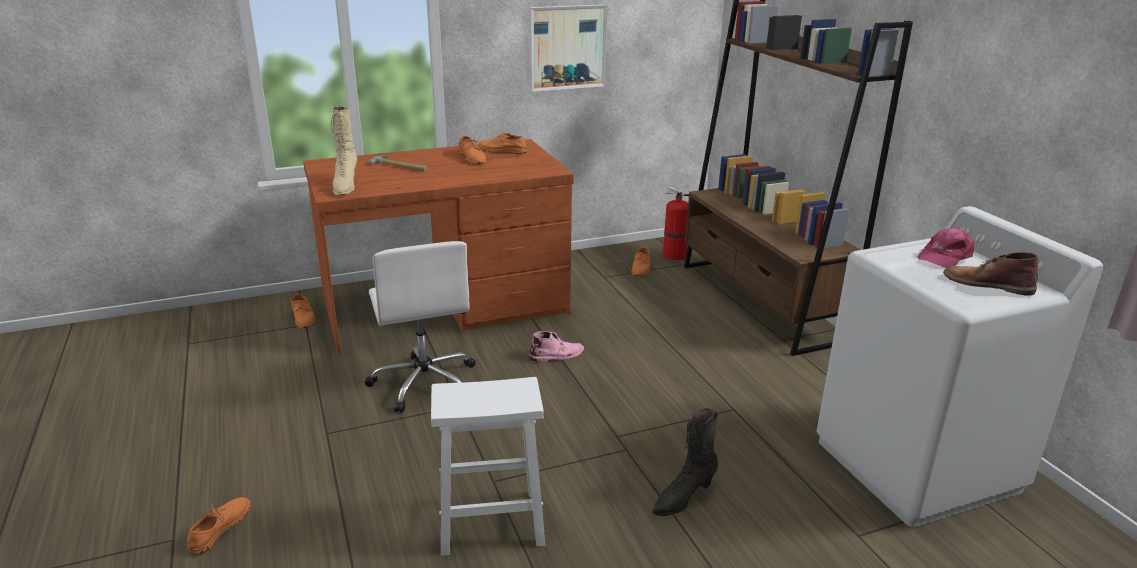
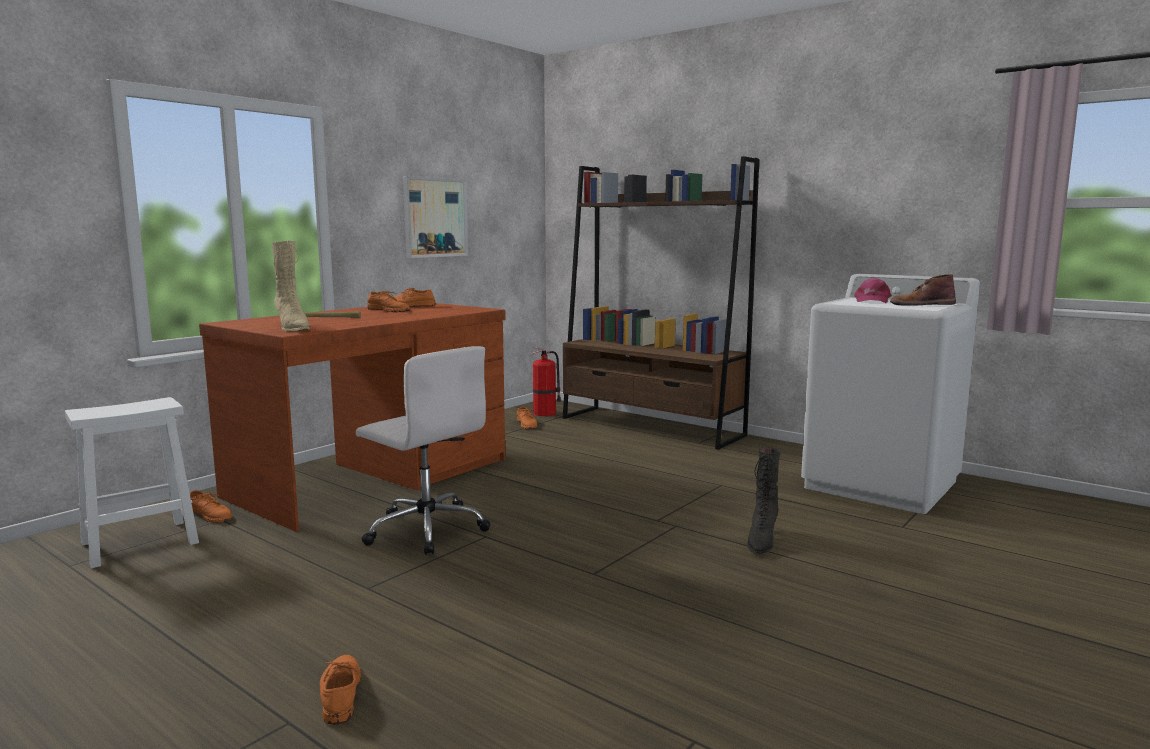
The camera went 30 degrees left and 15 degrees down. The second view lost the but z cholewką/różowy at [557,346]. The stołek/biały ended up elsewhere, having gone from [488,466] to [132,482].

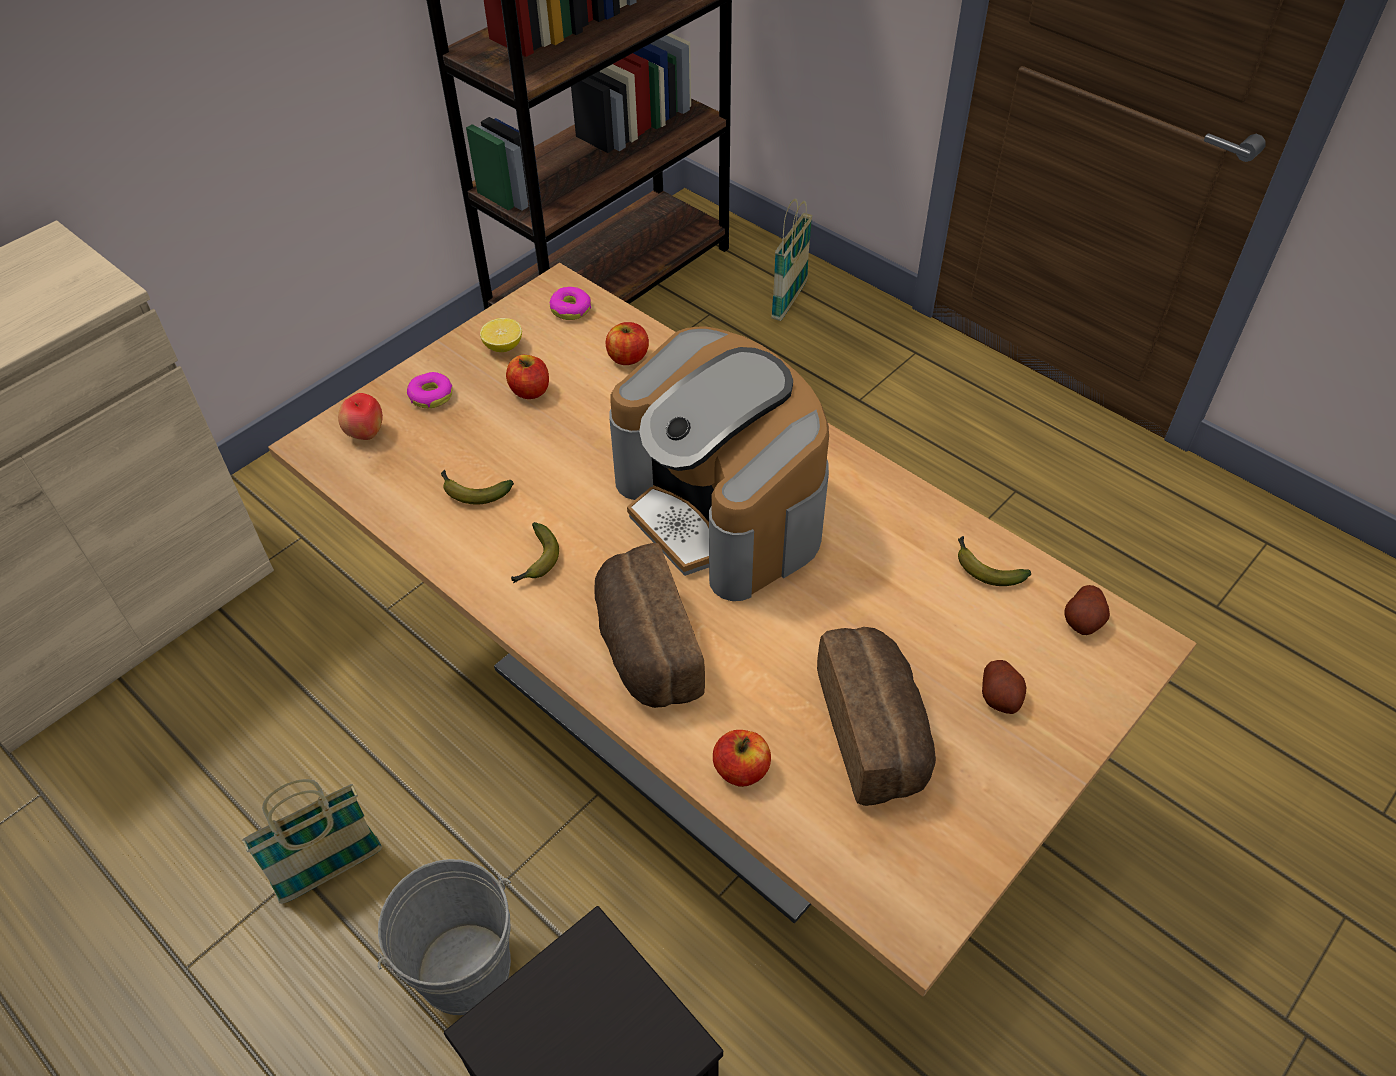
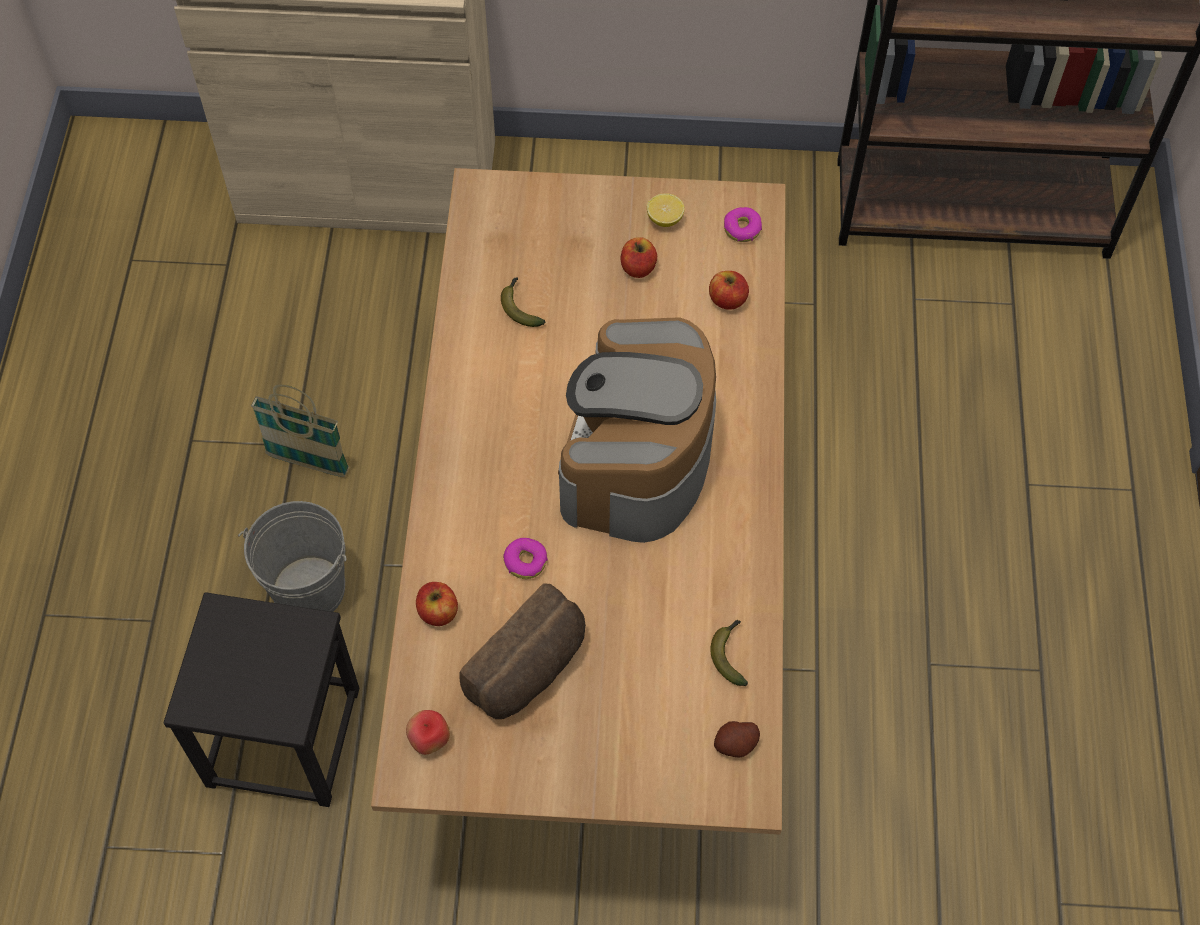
The camera went 50 degrees right and 10 degrees up. The second view lost the koszyk at [792,259]. The donut ended up elsewhere, having gone from [429,390] to [525,558]. The jabłko ended up elsewhere, having gone from [360,416] to [428,732]. The second view lost the banan at [535,552]. The second view lost the chleb at [649,625]. The second view lost the ziemniak at [1004,687].

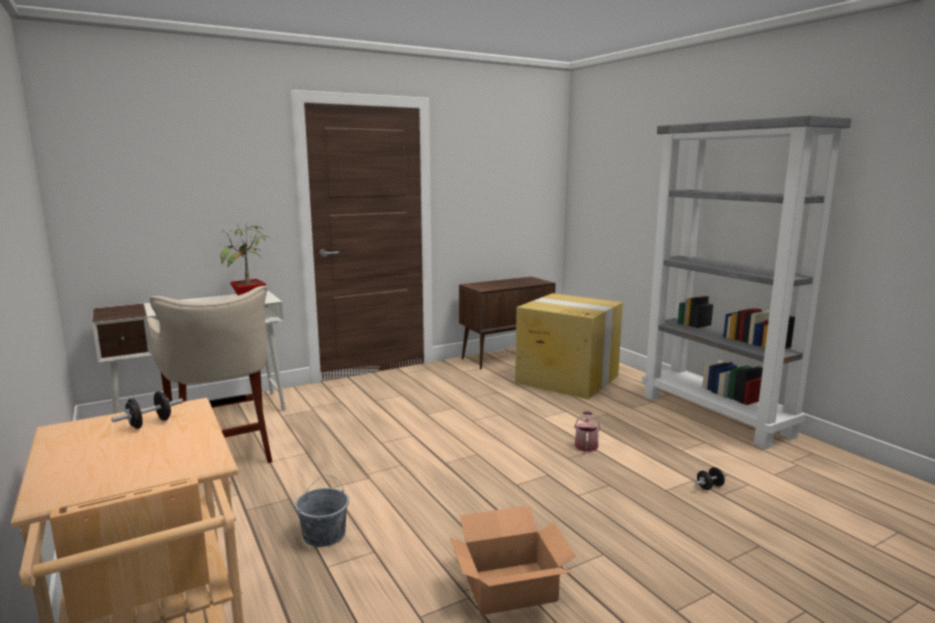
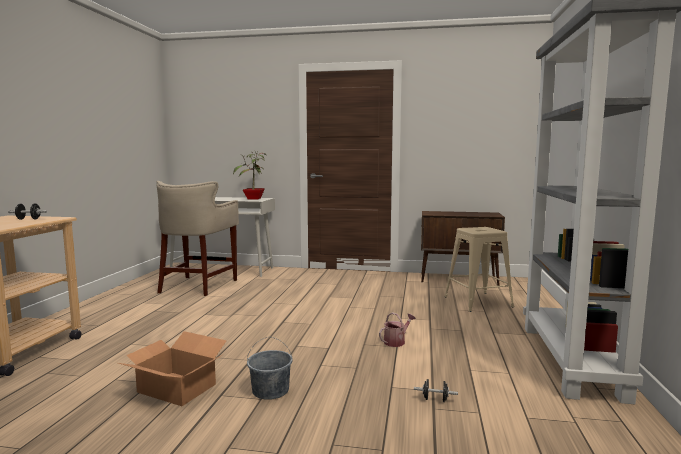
The camera went 40 degrees right and 5 degrees down. Where the karton stood at [569,346], the stołek/beżowy came to stand at [479,269]. The wiadro/szary ended up elsewhere, having gone from [322,511] to [270,368].

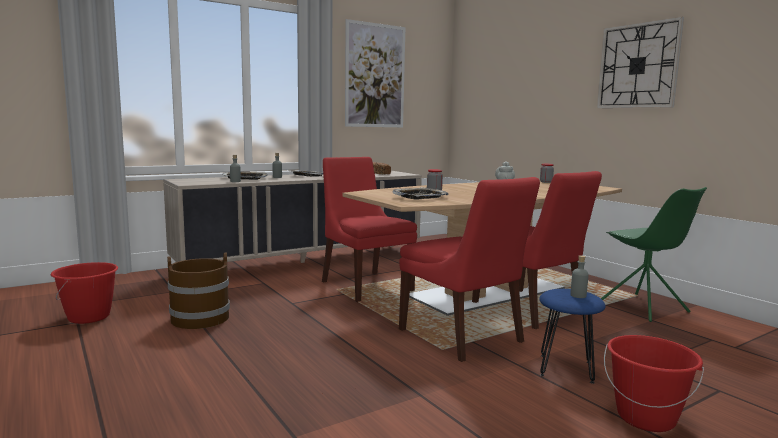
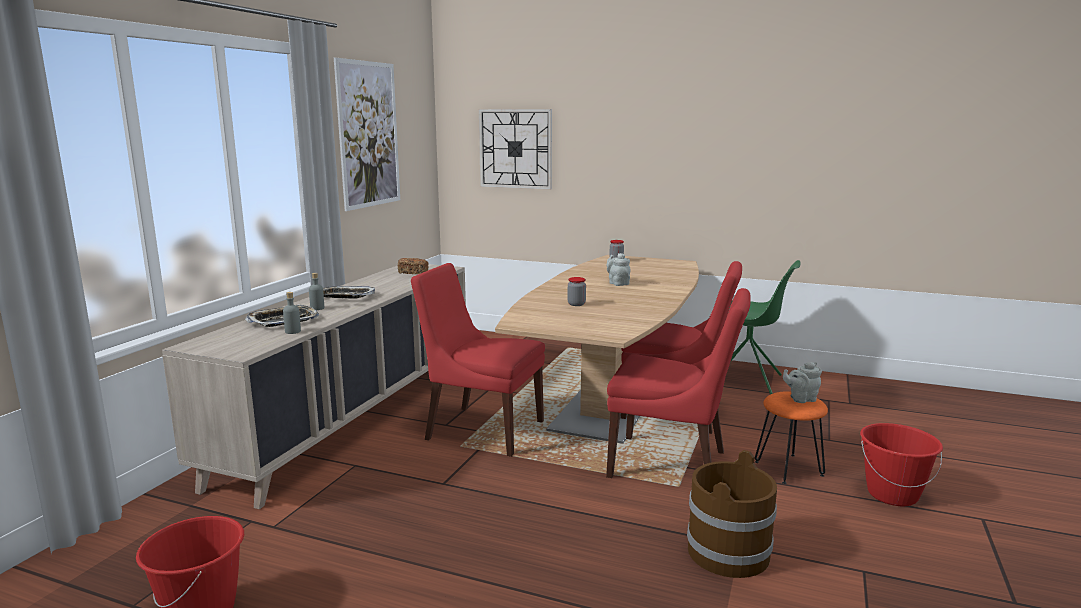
The camera went 35 degrees left and 5 degrees up. The zegar ścienny ended up elsewhere, having gone from [640,62] to [515,149]. The second view lost the taca at [420,193]. The wiadro/brązowy ended up elsewhere, having gone from [198,291] to [732,514]. Where the butelka/szary stood at [579,276], the imbryk/szary came to stand at [802,382]. What was the stołek/niebieski at [572,336] turned into the stołek/pomarańczowy at [791,437].

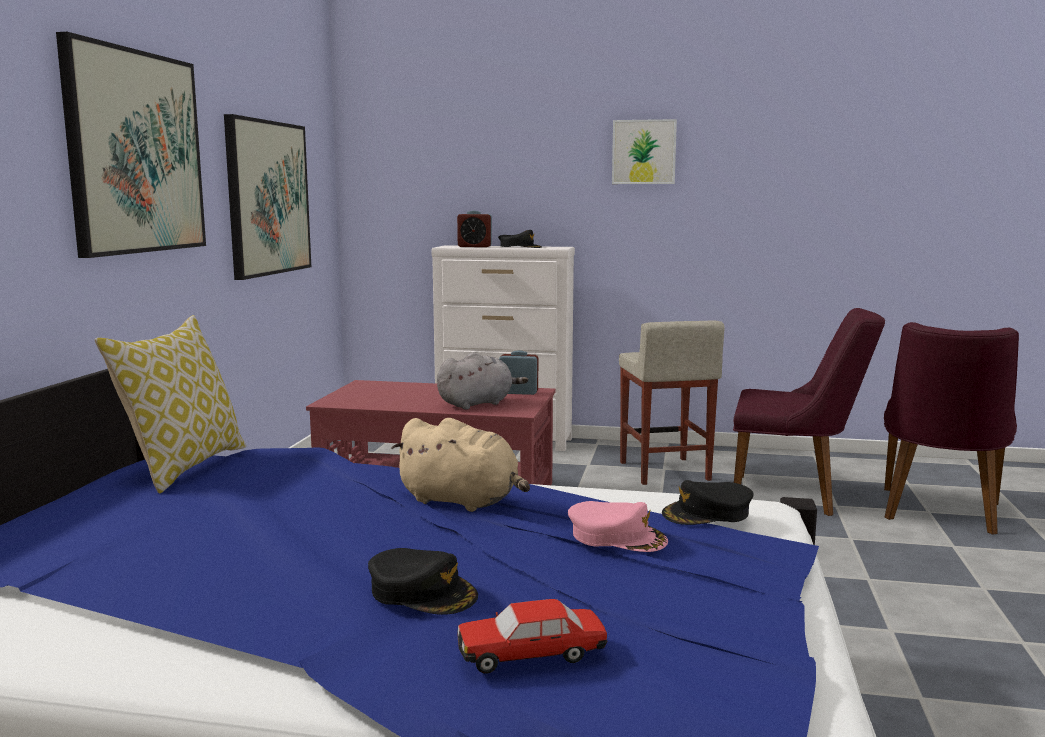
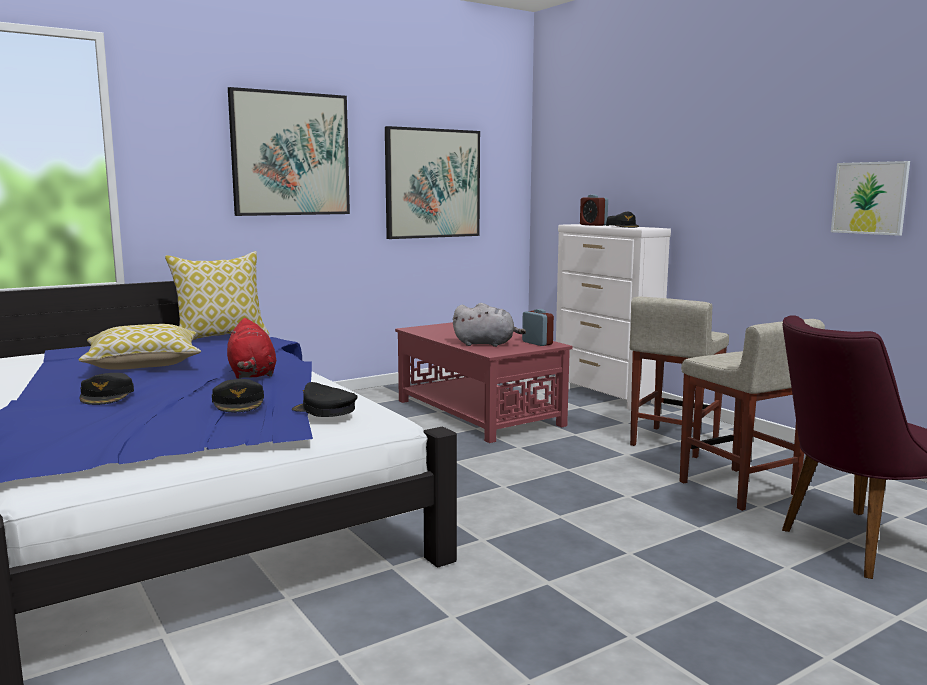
The camera went 45 degrees right and 0 degrees up. The obraz ended up elsewhere, having gone from [644,151] to [870,198]. Where the krzesło/fioletowy stood at [809,412], the stołek/beżowy came to stand at [752,415]. What was the pluszak/beżowy at [460,465] turned into the pluszak/czerwony at [251,348]. What was the czapka z daszkiem/różowy at [618,526] turned into the czapka z daszkiem/czarny at [238,395]. The second view lost the samochodzik at [532,636]. The second view gained the poduszka at [139,347].

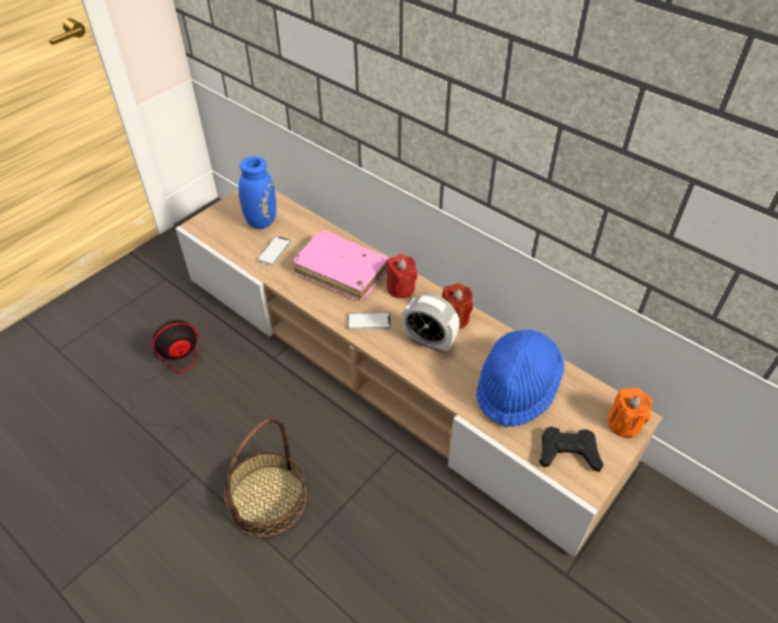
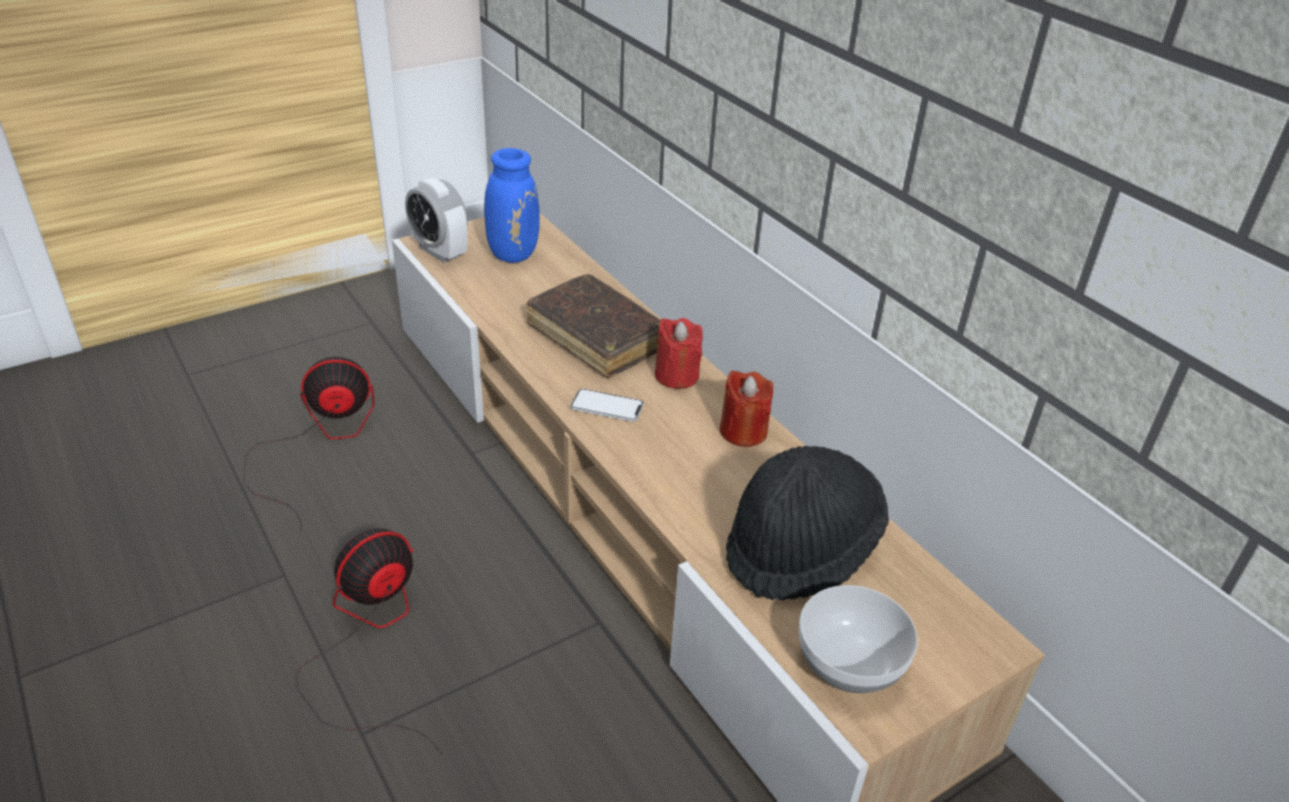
The camera went 15 degrees right and 10 degrees down. What was the książka/różowy at [341,266] turned into the książka/brązowy at [593,326]. The second view lost the telefon at [274,250]. The budzik ended up elsewhere, having gone from [431,322] to [436,220]. What was the kapelusz/niebieski at [520,378] turned into the kapelusz/czarny at [807,523]. The second view lost the świeca/pomarańczowy at [629,413]. Where the koszyk stood at [265,477], the wentylator came to stand at [369,641]. Where the pad do gier/czarny stood at [571,449], the miska came to stand at [858,639].

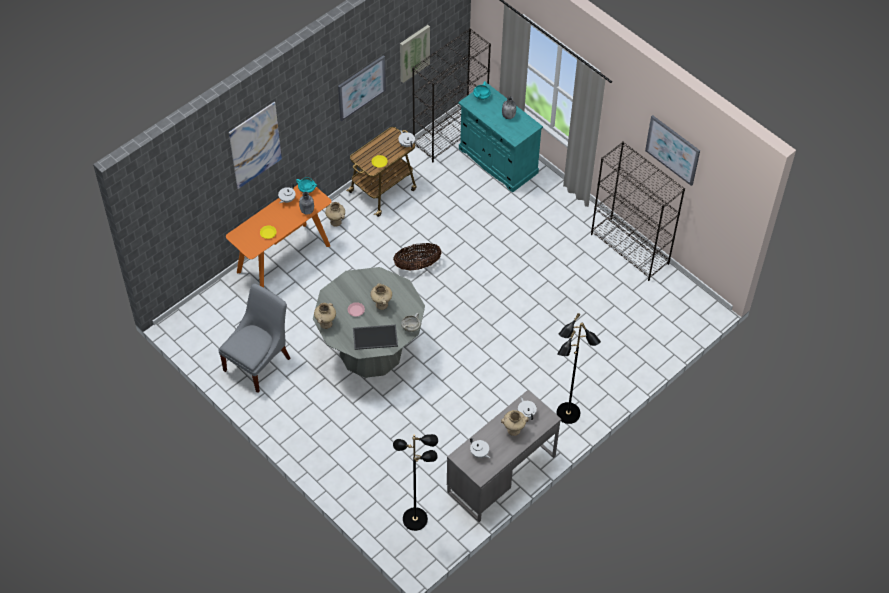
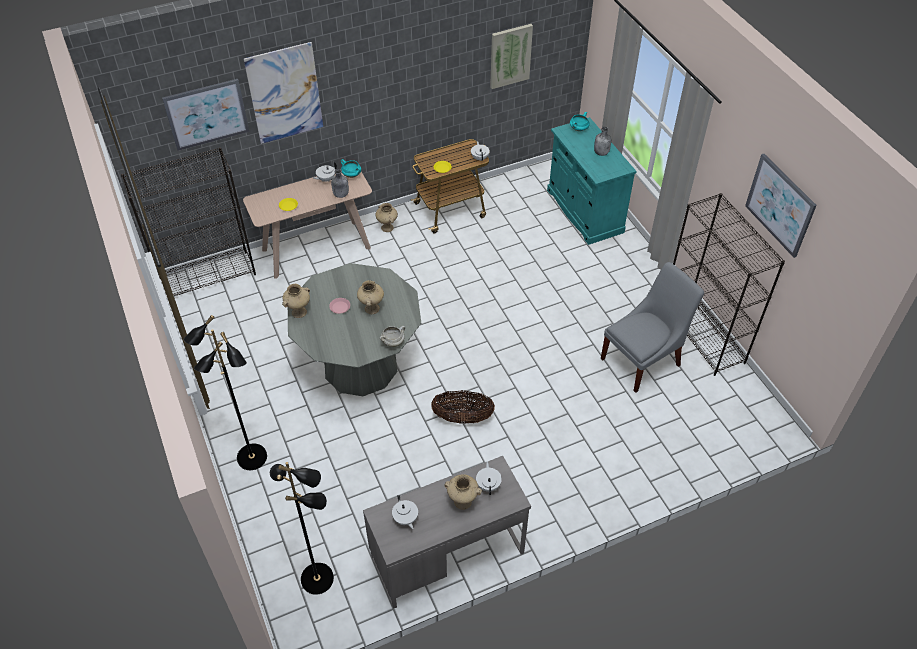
The camera went 20 degrees right and 5 degrees down. The regał/czarny ended up elsewhere, having gone from [451,95] to [188,221]. The obraz ended up elsewhere, having gone from [362,88] to [205,115]. What was the stolik konsolowy/pomarańczowy at [278,236] turned into the stolik konsolowy/beżowy at [307,225]. The koszyk ended up elsewhere, having gone from [417,257] to [463,407]. The krzesło/szary ended up elsewhere, having gone from [254,338] to [652,327]. The lampa stojąca/czarny ended up elsewhere, having gone from [578,368] to [225,392]. The second view lost the taca at [375,337].

